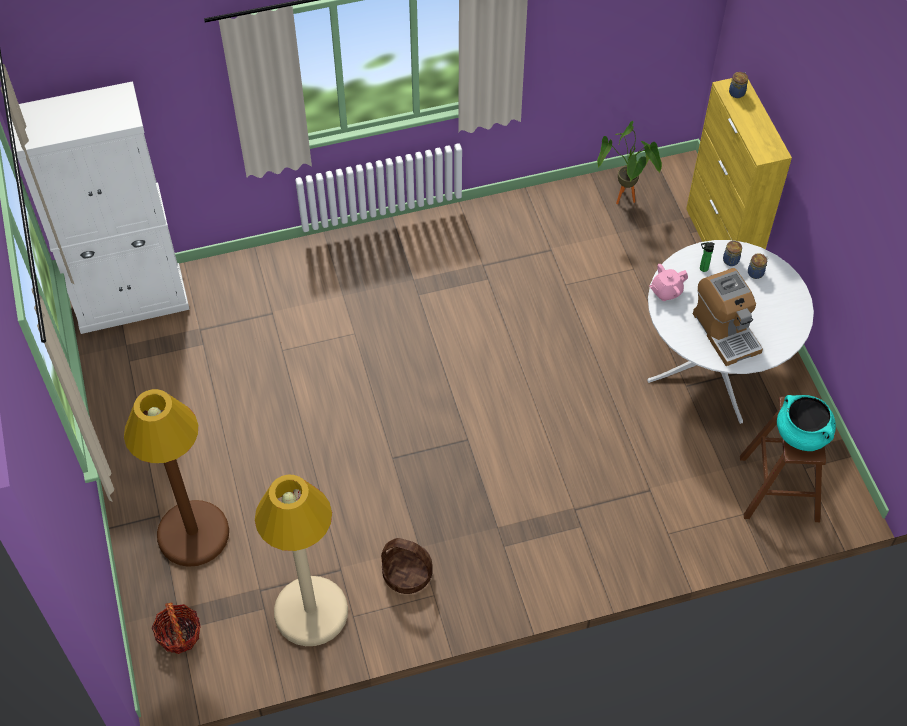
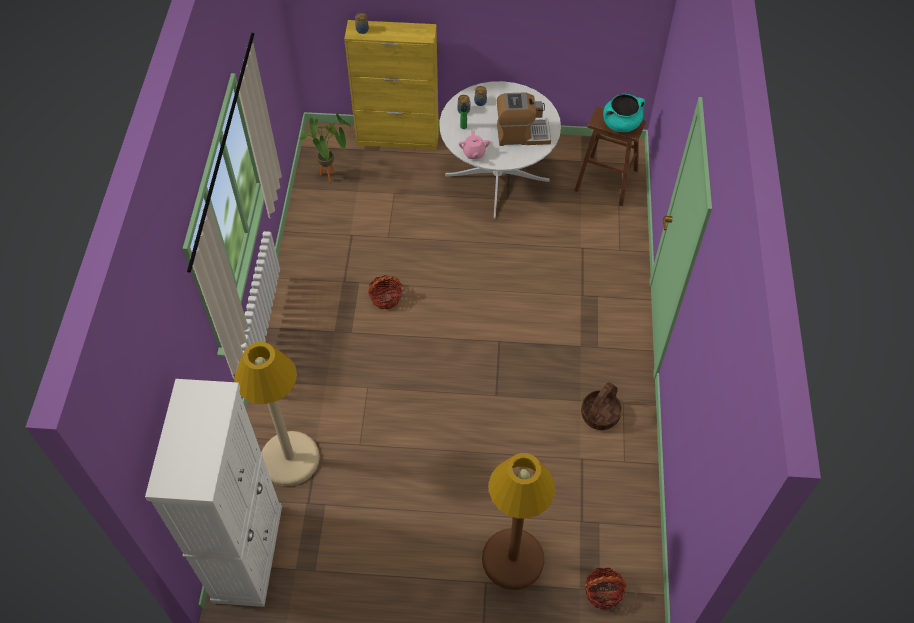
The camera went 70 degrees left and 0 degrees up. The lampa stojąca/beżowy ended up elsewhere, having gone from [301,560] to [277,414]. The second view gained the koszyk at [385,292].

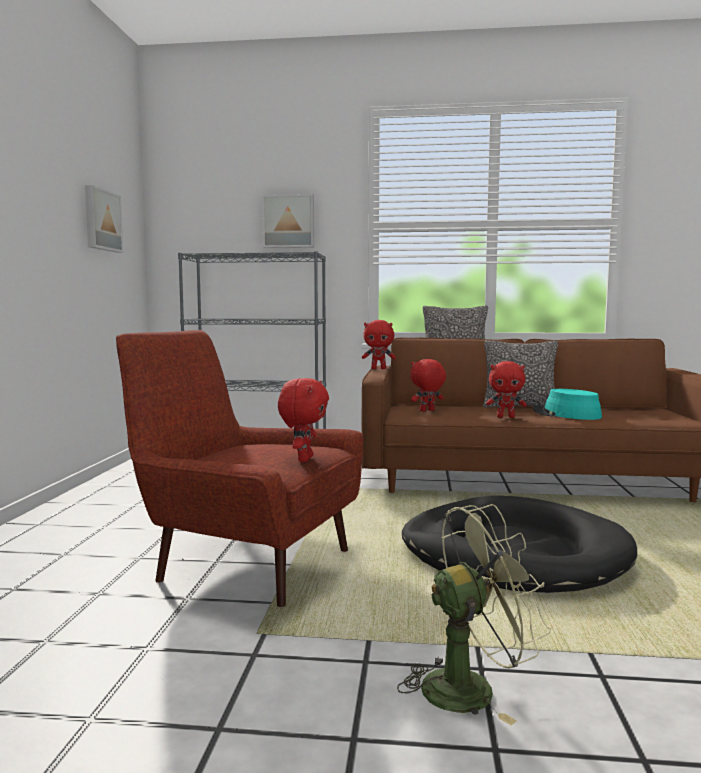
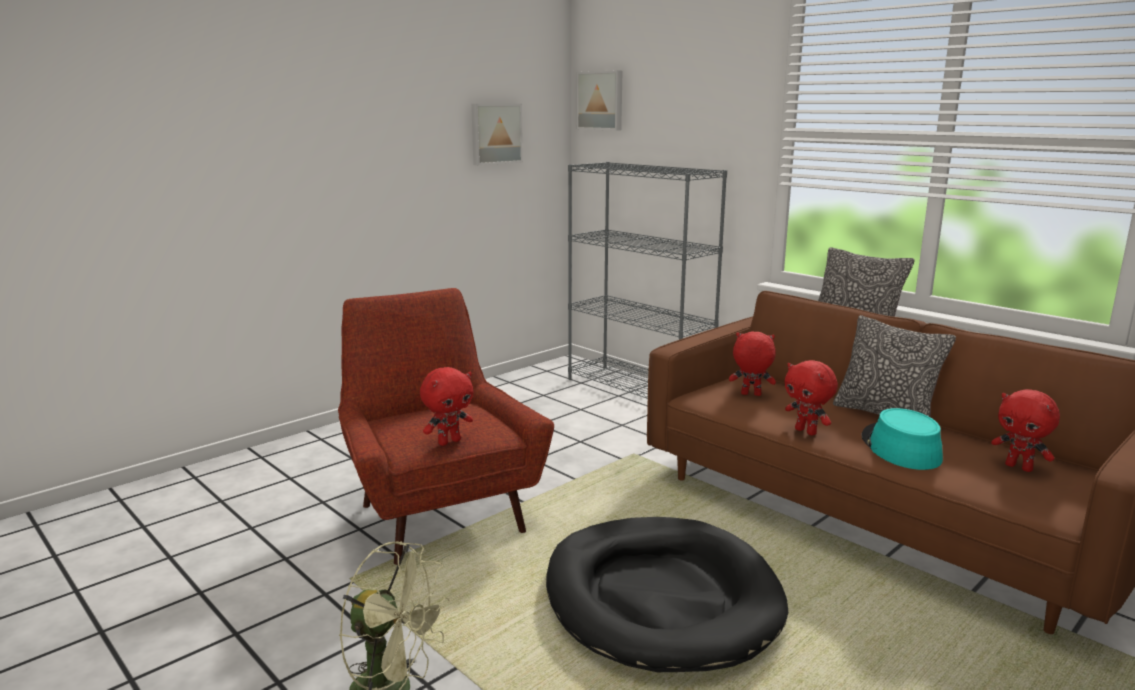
The camera went 40 degrees right and 10 degrees up. The obraz ended up elsewhere, having gone from [288,221] to [599,100]. The pluszak/czerwony ended up elsewhere, having gone from [379,344] to [1025,430].

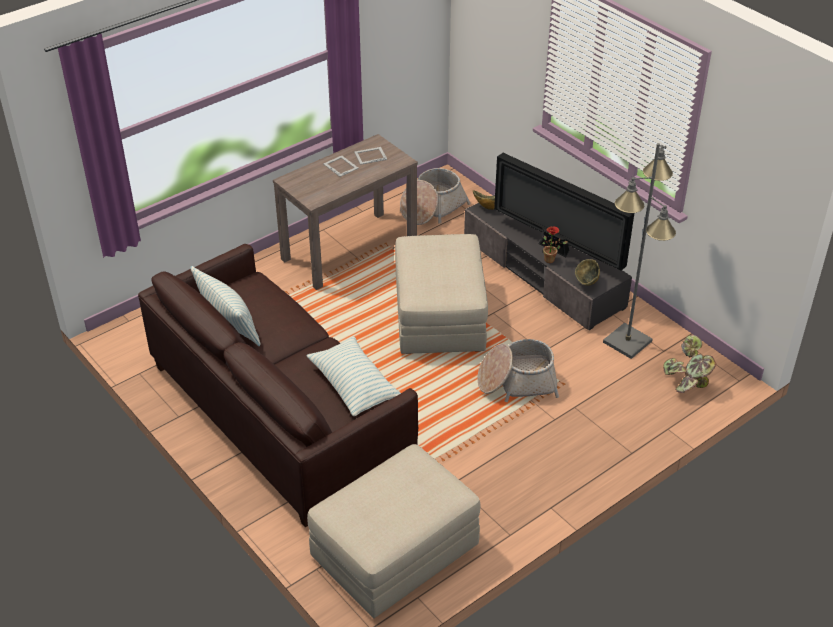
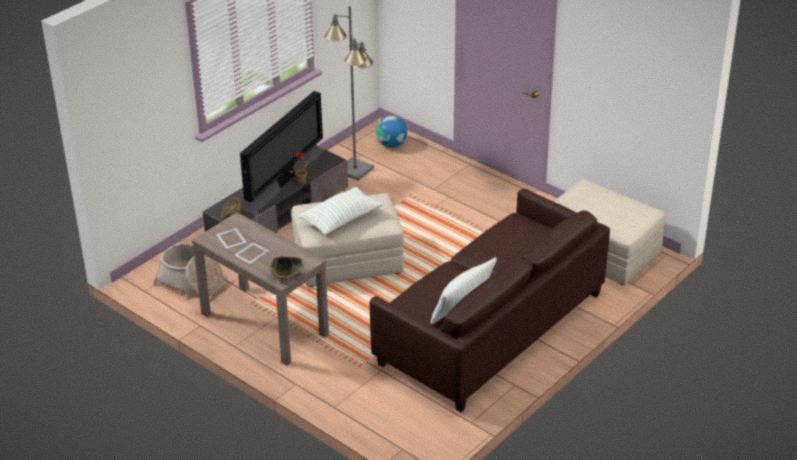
The camera went 100 degrees left and 5 degrees down. The miska ended up elsewhere, having gone from [587,272] to [287,267]. Where the roślina doniczkowa stood at [689,364], the globus came to stand at [391,131]. The poduszka ended up elsewhere, having gone from [353,376] to [340,211]. The second view lost the koszyk at [518,370].

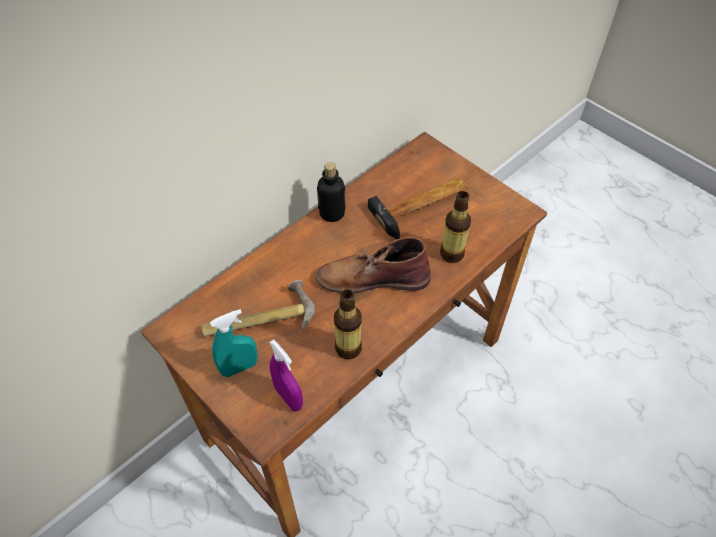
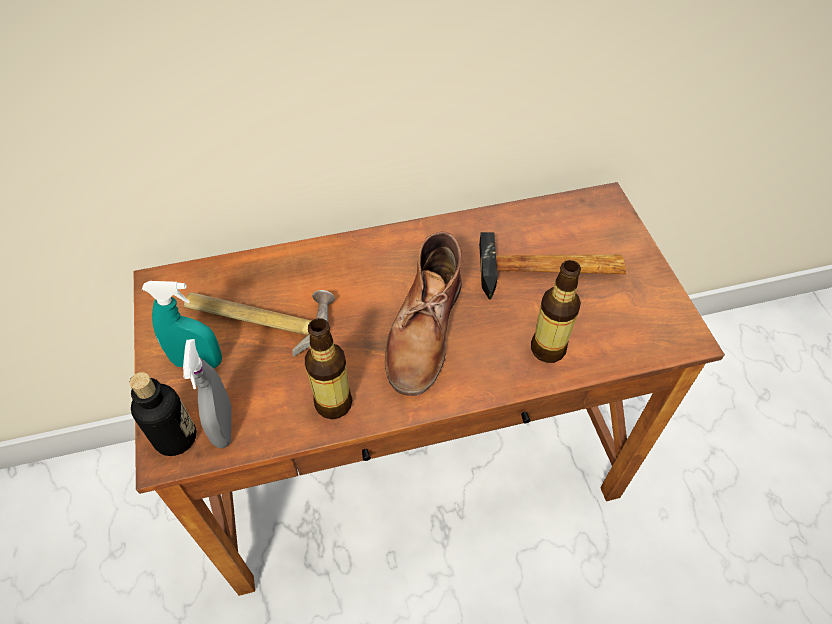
The camera went 30 degrees right and 0 degrees up. The butelka ended up elsewhere, having gone from [331,192] to [163,414]. The but z cholewką/brązowy at [373,265] ended up facing another way, 105 degrees counterclockwise from before. What was the spryskiwacz/fioletowy at [286,375] turned into the spryskiwacz/szary at [207,393].

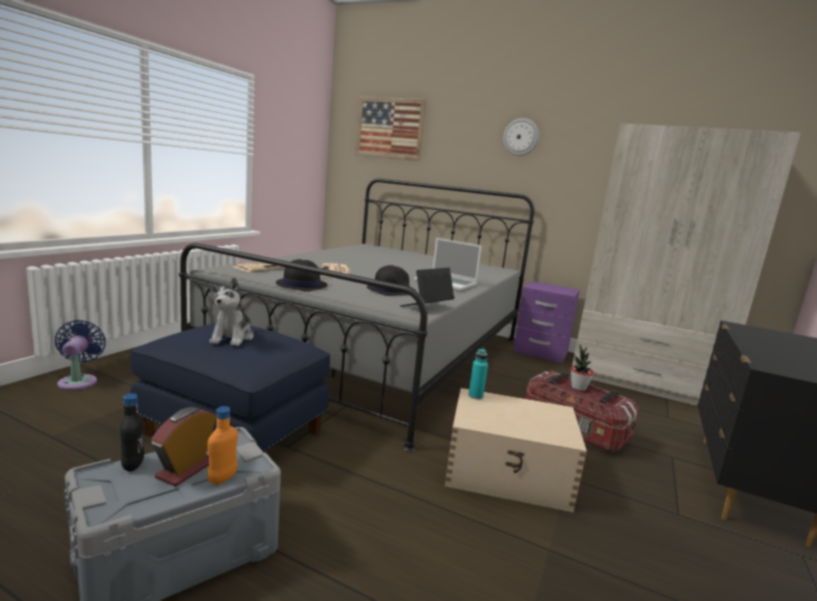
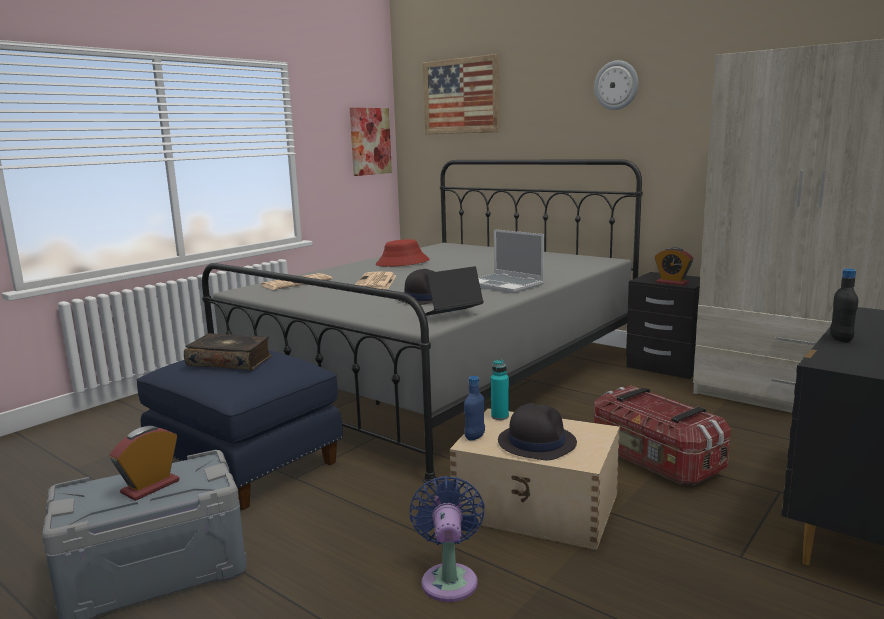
The camera went 15 degrees right and 0 degrees up. The kapelusz/czarny ended up elsewhere, having gone from [302,275] to [537,431]. Where the pluszak stood at [231,311], the książka came to stand at [228,351]. What was the szafka nocna/fioletowy at [546,322] turned into the szafka nocna/czarny at [663,325]. The wentylator/niebieski ended up elsewhere, having gone from [80,355] to [447,539]. The second view lost the roślina doniczkowa at [582,367]. The butelka/czarny ended up elsewhere, having gone from [132,432] to [844,306]. The second view lost the butelka/pomarańczowy at [222,445]. The second view gained the obraz at [371,142]. The second view gained the kapelusz/czerwony at [403,253]. The second view gained the budzik at [674,266]. The second view gained the butelka/niebieski at [474,408].

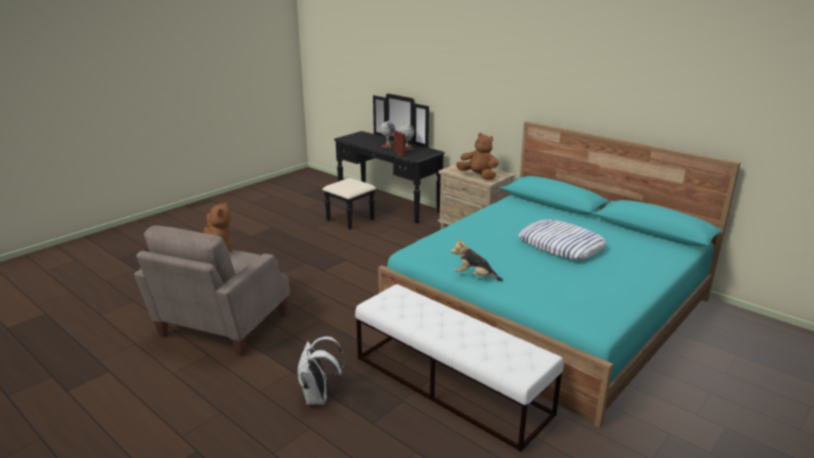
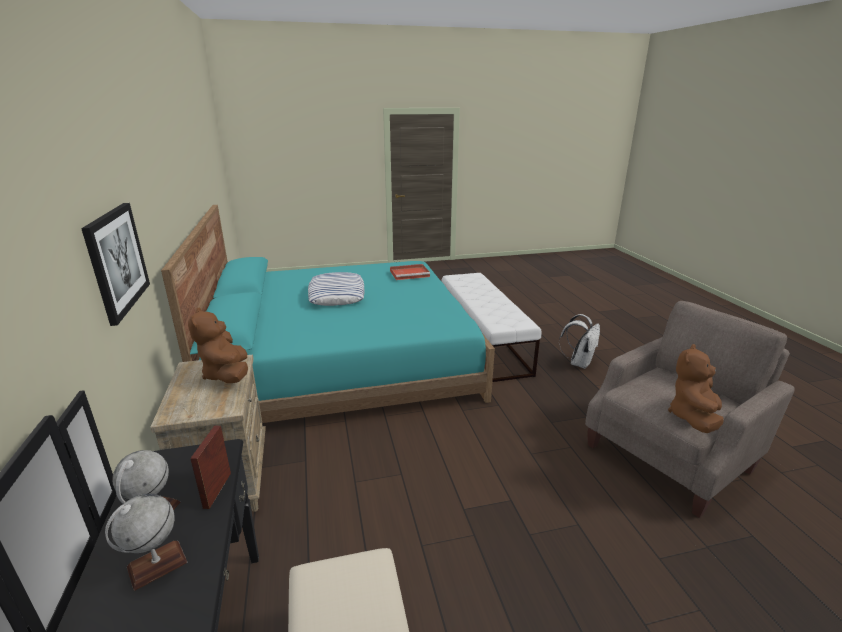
The camera went 145 degrees left and 0 degrees up. The second view lost the pluszak at [477,259]. The second view gained the obraz at [115,264]. The second view gained the taca/czerwony at [410,272].

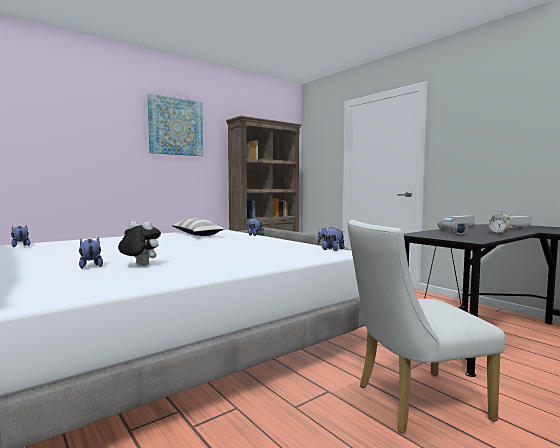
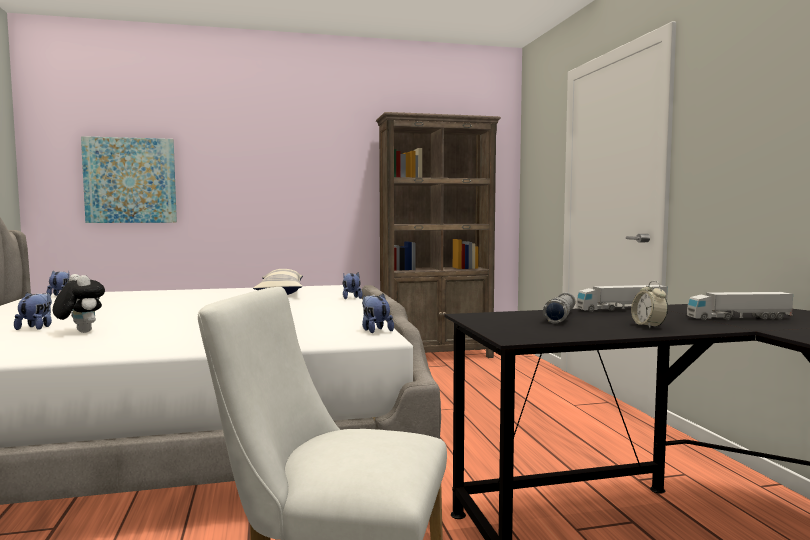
The camera went 25 degrees right and 0 degrees up. The obraz ended up elsewhere, having gone from [175,125] to [129,179].

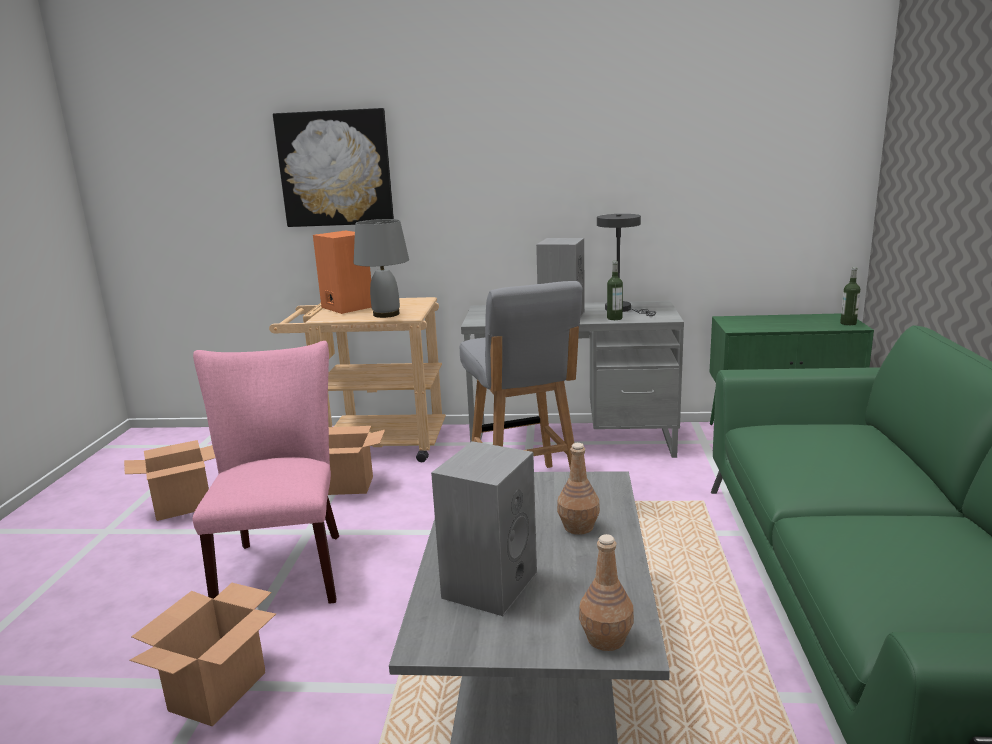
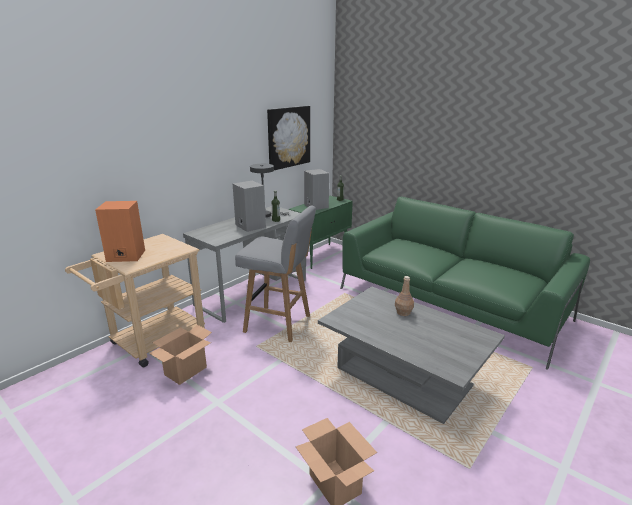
The camera went 55 degrees left and 5 degrees up. The obraz ended up elsewhere, having gone from [333,167] to [288,138]. The second view lost the lampa stołowa/szary at [381,268]. The second view lost the krzesło/różowy at [266,472]. The second view lost the karton at [169,480]. The głośnik/szary ended up elsewhere, having gone from [484,528] to [316,189]. The second view lost the butelka/brązowy at [606,592].

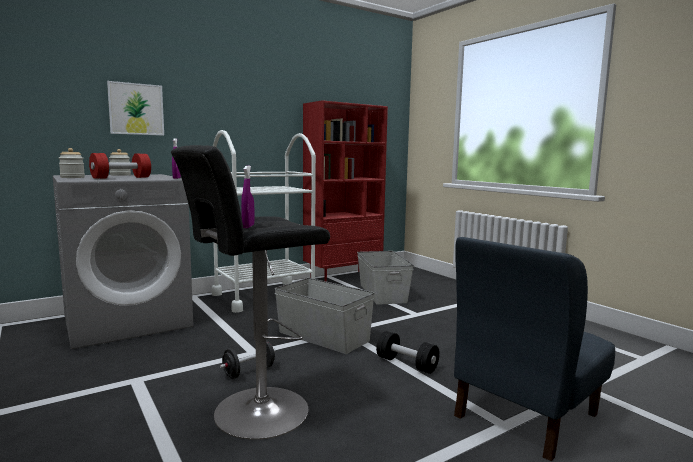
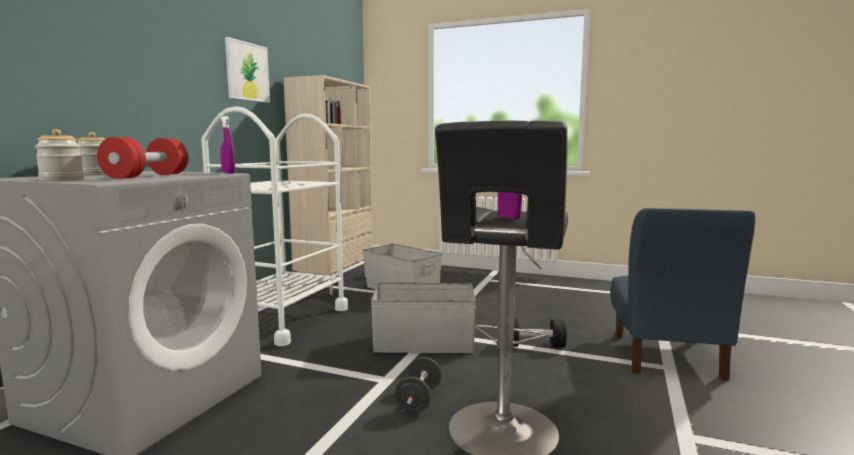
The camera went 35 degrees left and 0 degrees up. The obraz ended up elsewhere, having gone from [135,108] to [247,70]. What was the regał/czerwony at [345,191] turned into the regał/beżowy at [328,185].

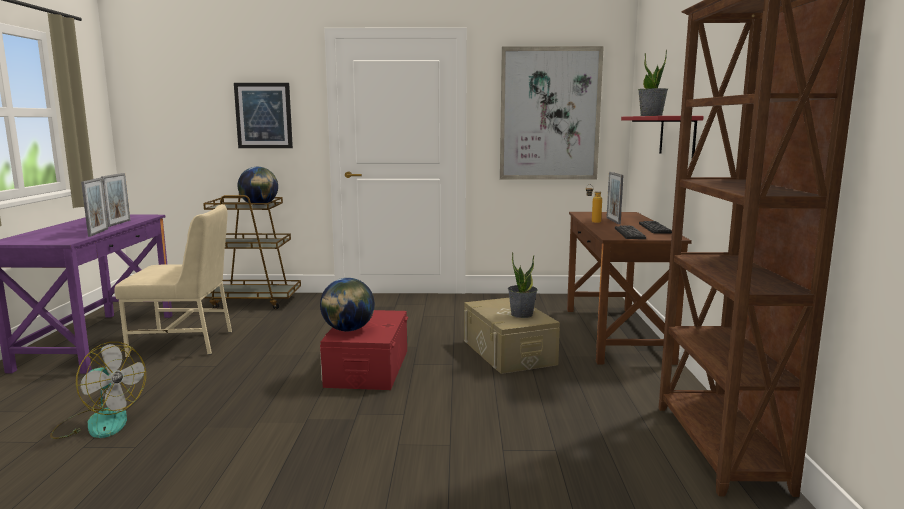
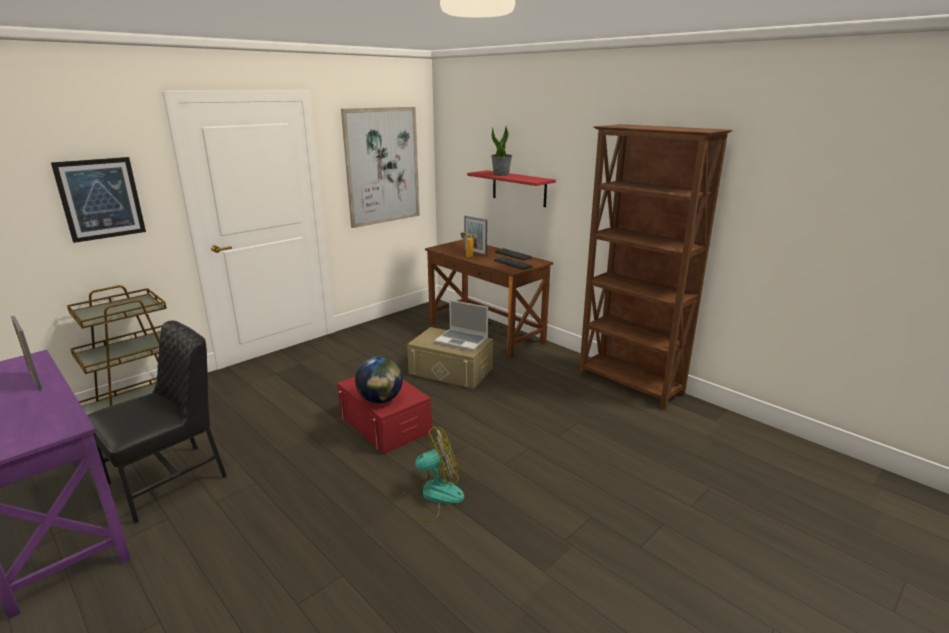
The camera went 45 degrees left and 10 degrees up. The second view lost the globus at [258,186]. The second view lost the ramka na zdjęcie at [94,207]. What was the krzesło/beżowy at [173,281] turned into the krzesło/czarny at [157,422]. Where the roślina doniczkowa stood at [523,285], the laptop came to stand at [461,325]. The wentylator ended up elsewhere, having gone from [98,390] to [432,474].

